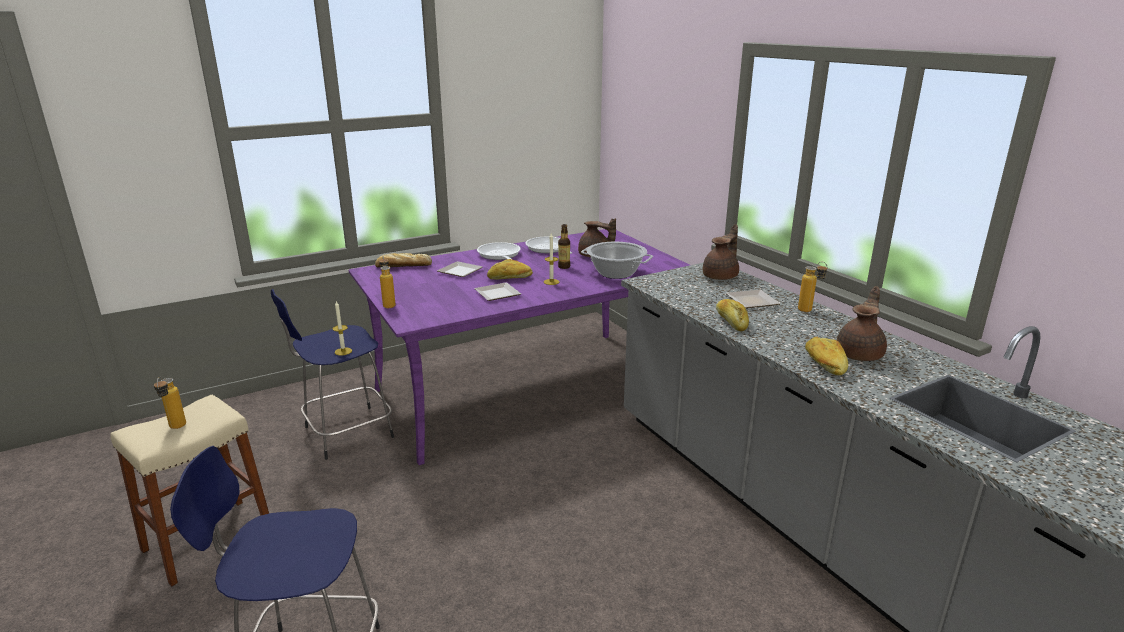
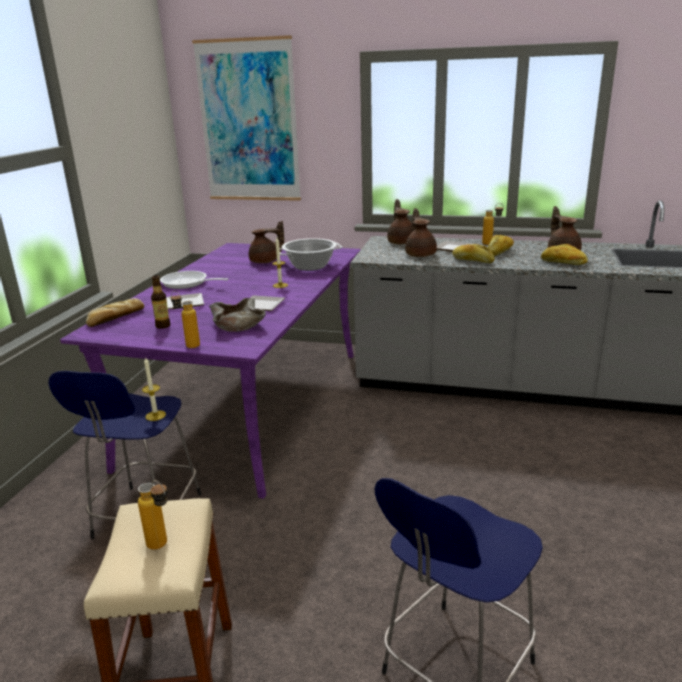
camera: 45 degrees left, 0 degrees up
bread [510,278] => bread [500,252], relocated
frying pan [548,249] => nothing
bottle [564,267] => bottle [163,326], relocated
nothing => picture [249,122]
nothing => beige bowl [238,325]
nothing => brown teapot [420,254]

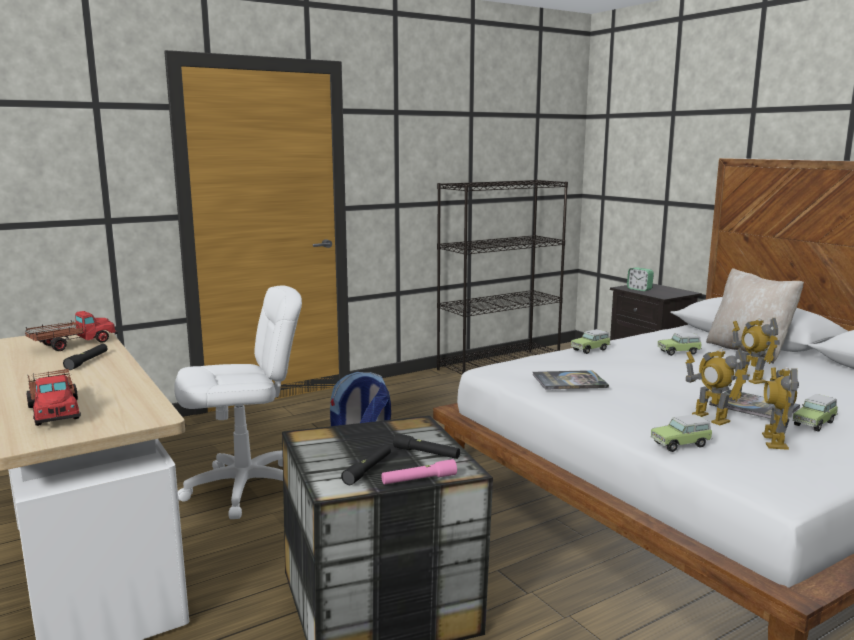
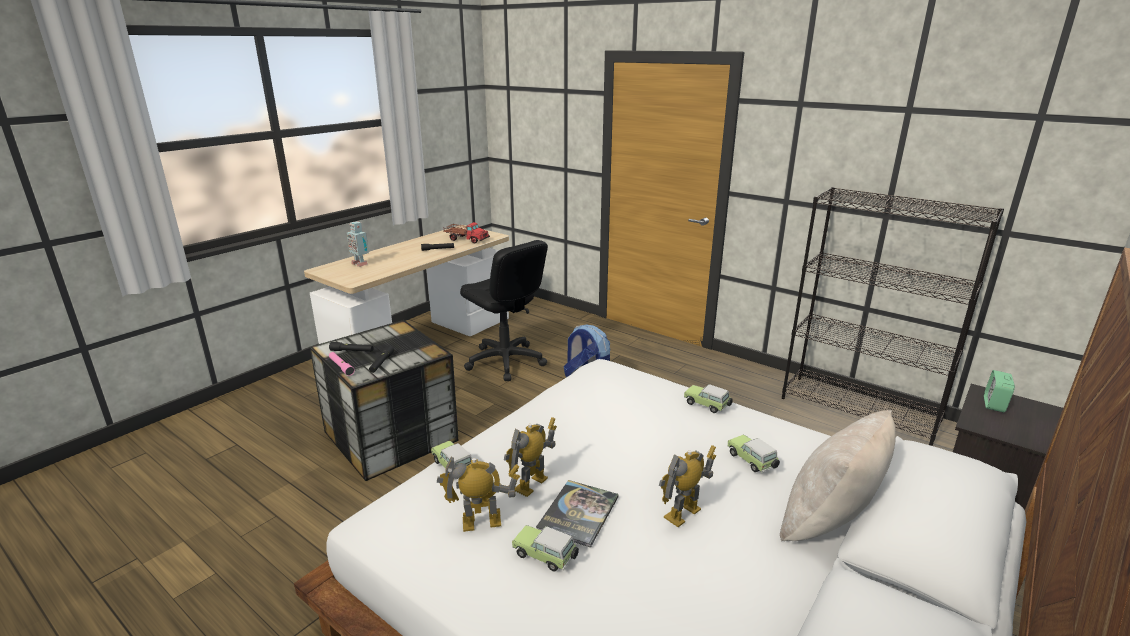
camera: 70 degrees right, 10 degrees up
toy truck [55,410] => toy robot [360,264]
white office chair [245,488] => black office chair [505,361]
book [569,381] => nothing

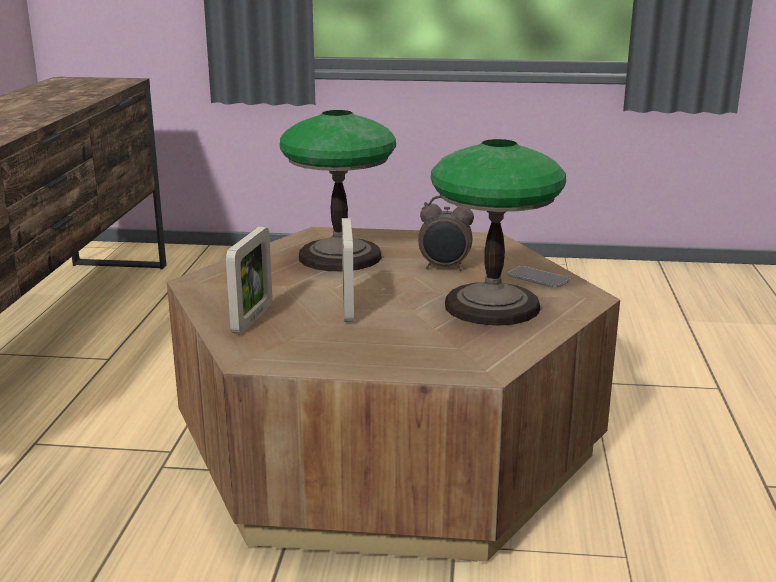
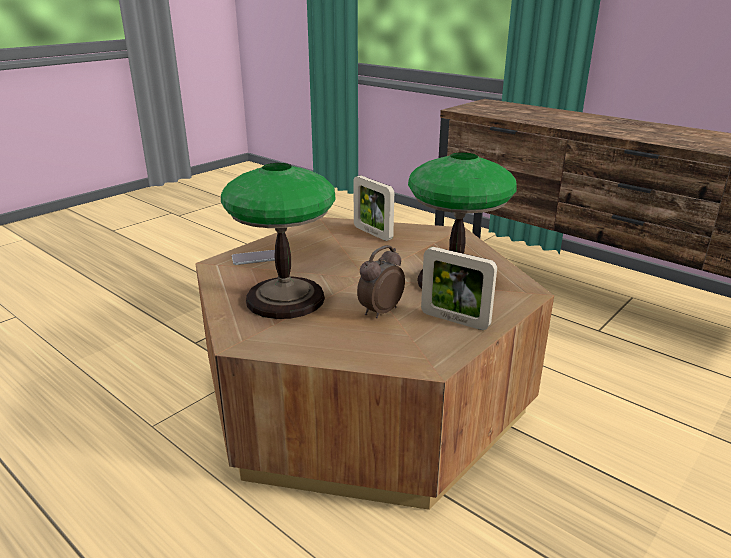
camera: 125 degrees right, 5 degrees up
picture frame [348,307] => picture frame [454,320], relocated
phone [538,278] => phone [255,258], relocated

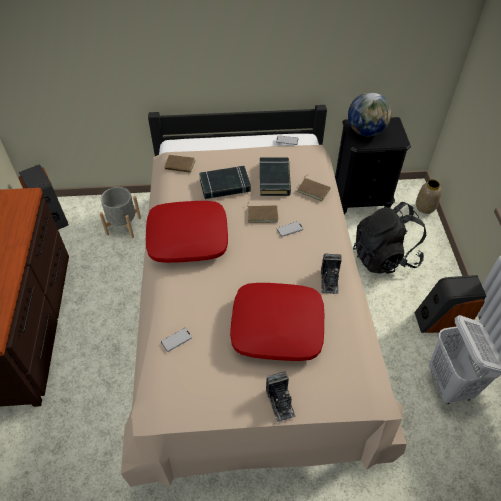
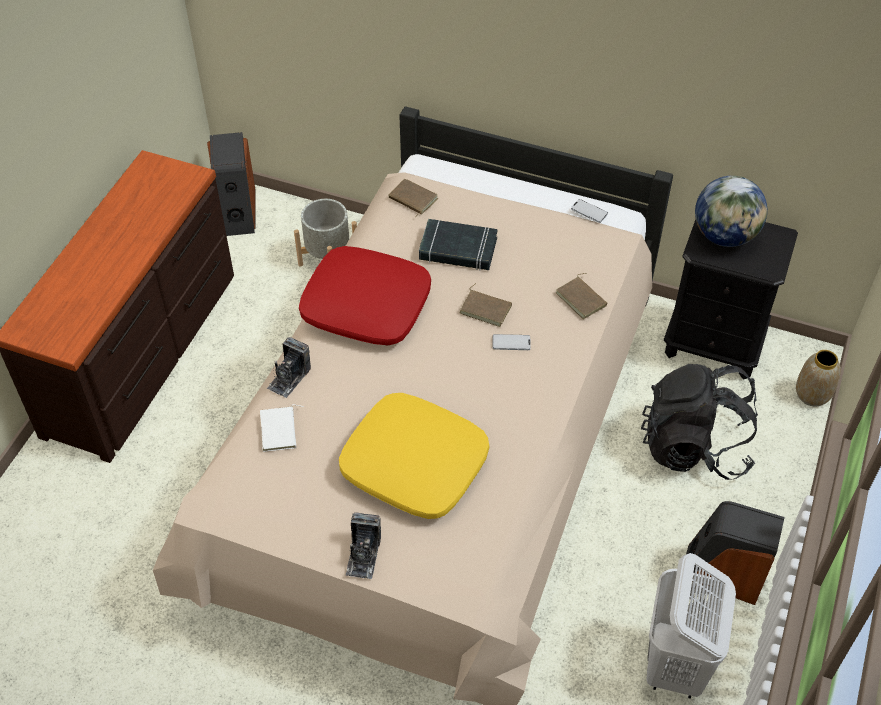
camera: 25 degrees right, 0 degrees up
phone [176,340] => white book [280,431]
red pillow [277,326] => yellow pillow [415,464]
black book [274,179] => nothing
photo camera [329,281] => photo camera [289,378], relocated

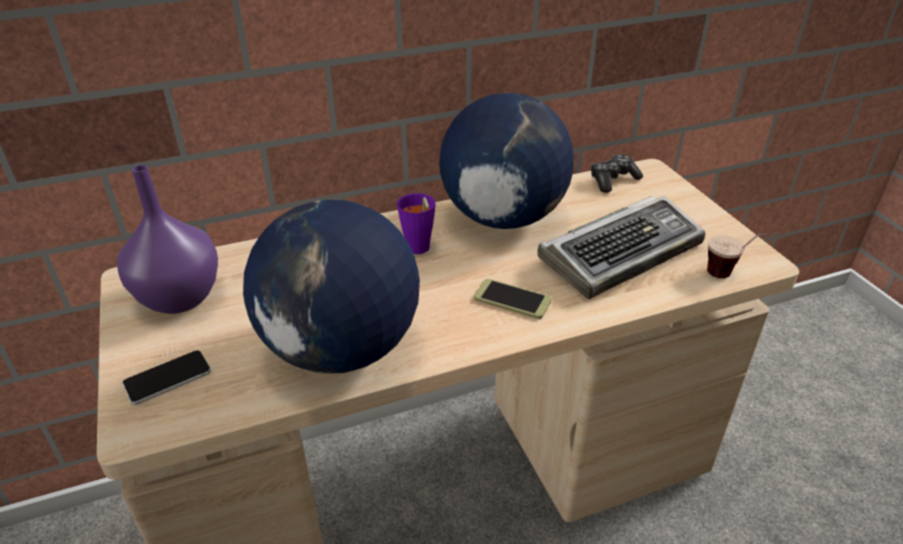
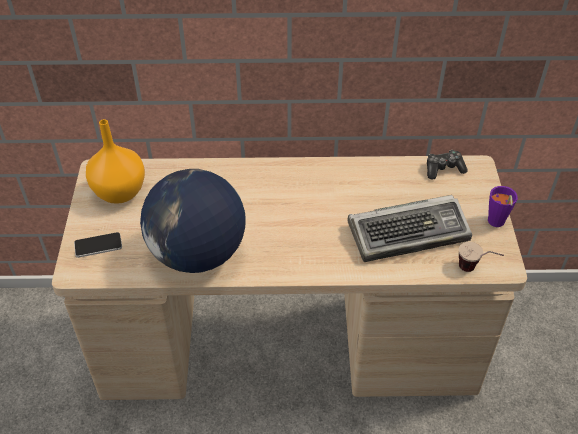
camera: 20 degrees right, 10 degrees up
purple vase [177,298] => orange vase [118,192]
purple cup [418,250] => purple cup [496,224], relocated
globe [502,217] => nothing
phone [512,300] => nothing

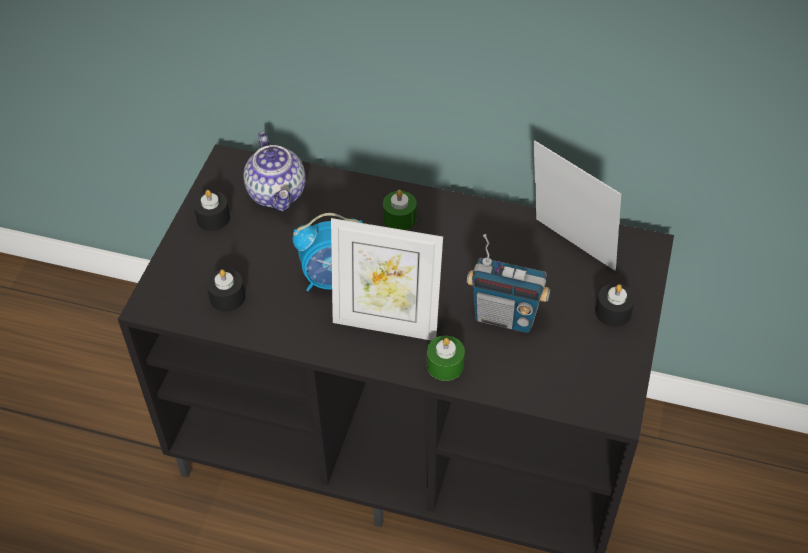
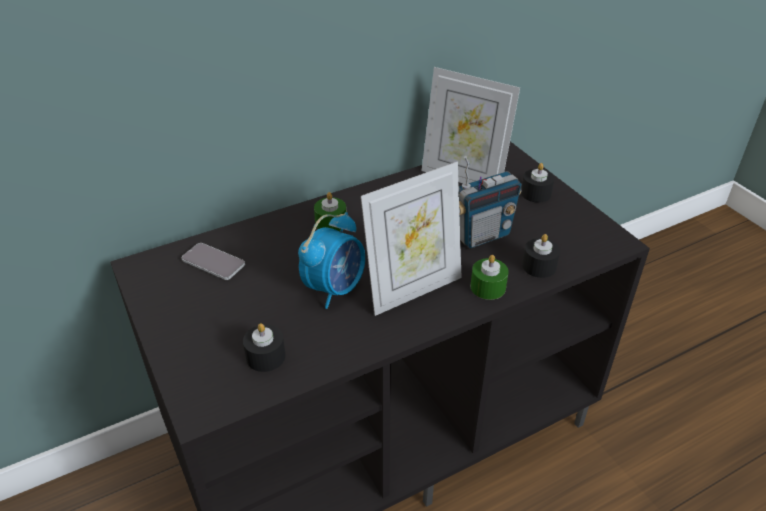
camera: 45 degrees left, 10 degrees down
black candle [213,218] => black candle [539,266], relocated
teapot [278,193] => phone [213,262]
picture frame [568,249] => picture frame [463,178], 150 degrees counterclockwise

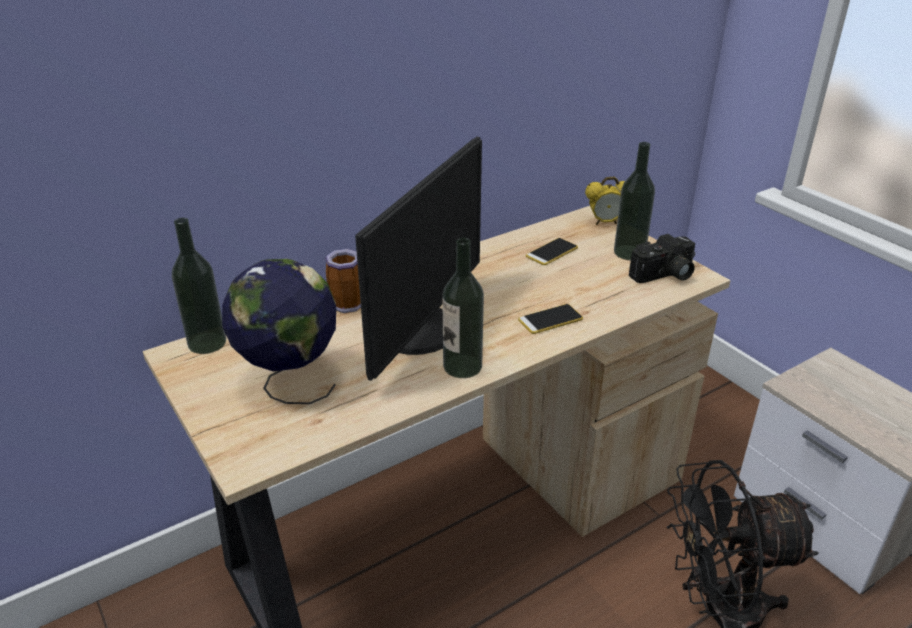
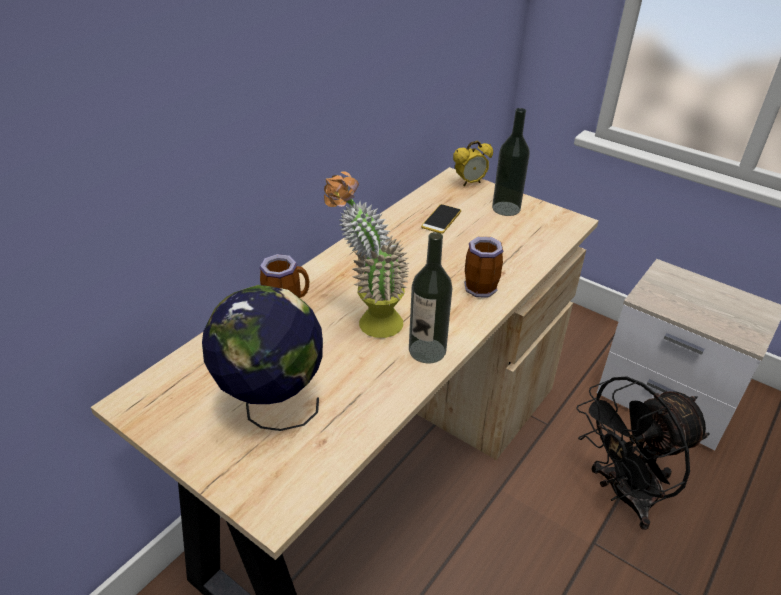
camera: 20 degrees left, 5 degrees up
bottle [207,343] => nothing
monitor [420,331] => potted plant [368,322]
phone [550,319] => mug [477,286]
photo camera [664,275] => nothing

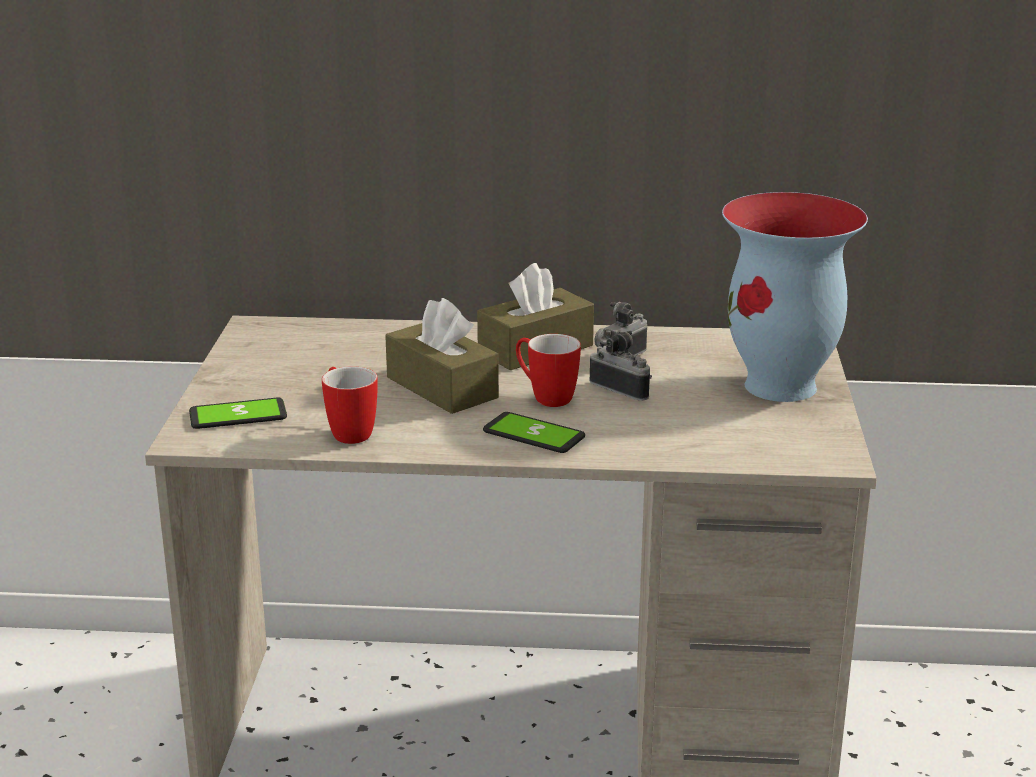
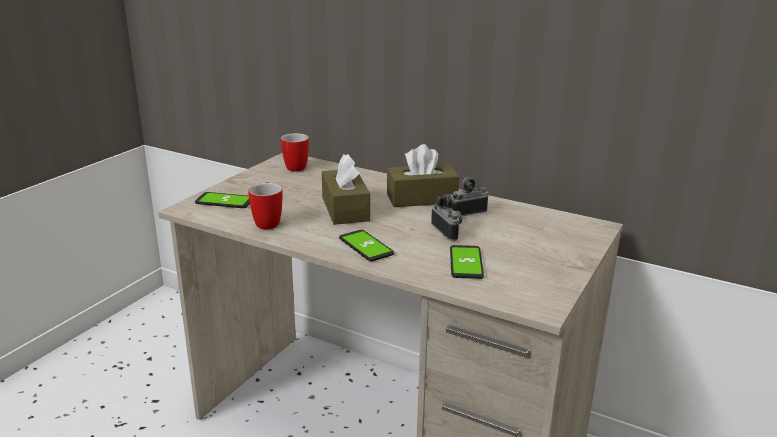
camera: 25 degrees right, 0 degrees up
mug [545,397] => mug [294,166], relocated
vase [783,387] => nothing
nothing => phone [466,263]

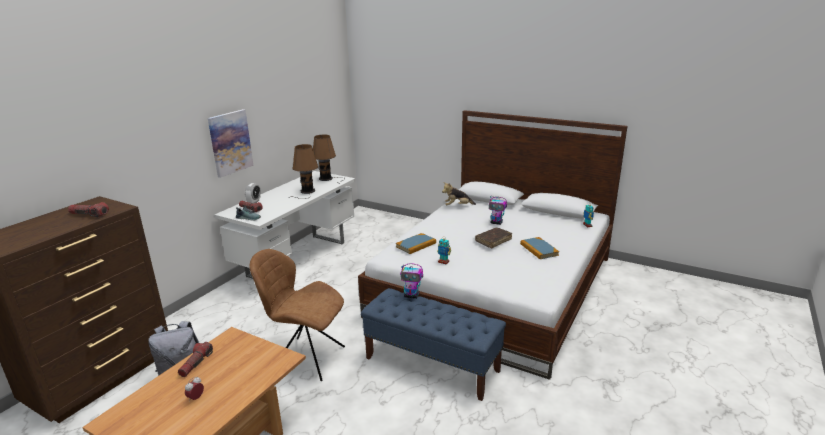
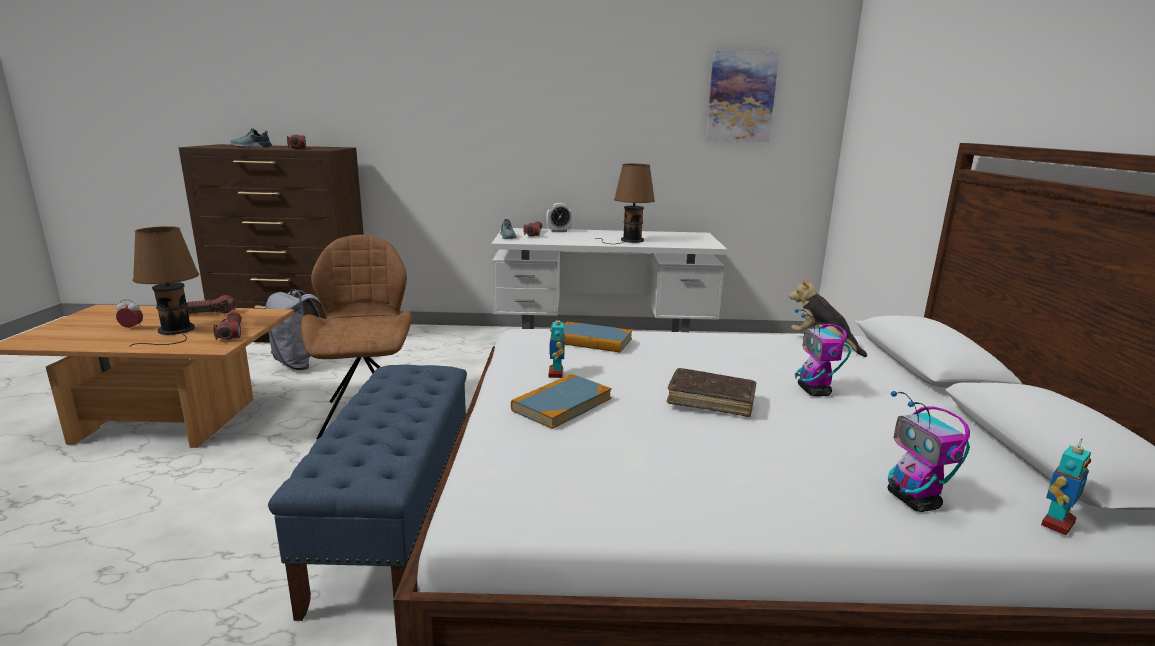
camera: 60 degrees right, 5 degrees down
picture [230,142] => picture [741,97], relocated
brown table lamp [327,179] => brown table lamp [175,331], relocated
toy robot [412,296] => toy robot [914,501], relocated
book [539,249] => book [562,404], relocated
nothing => flashlight [231,333]
nothing => shoe [251,147]

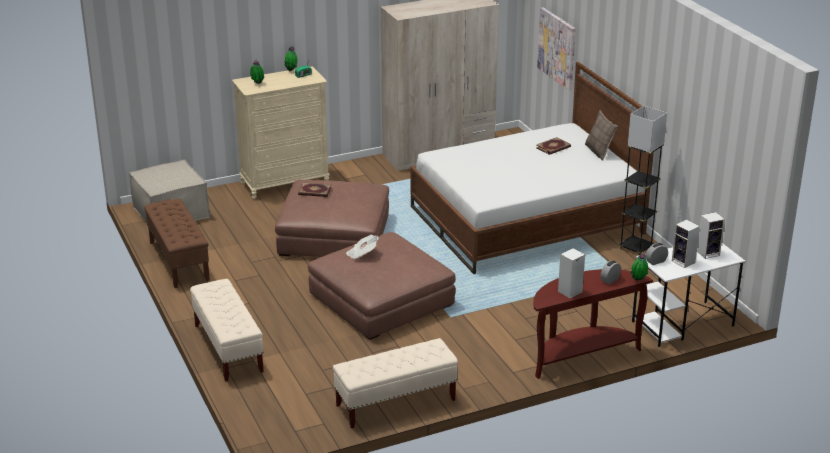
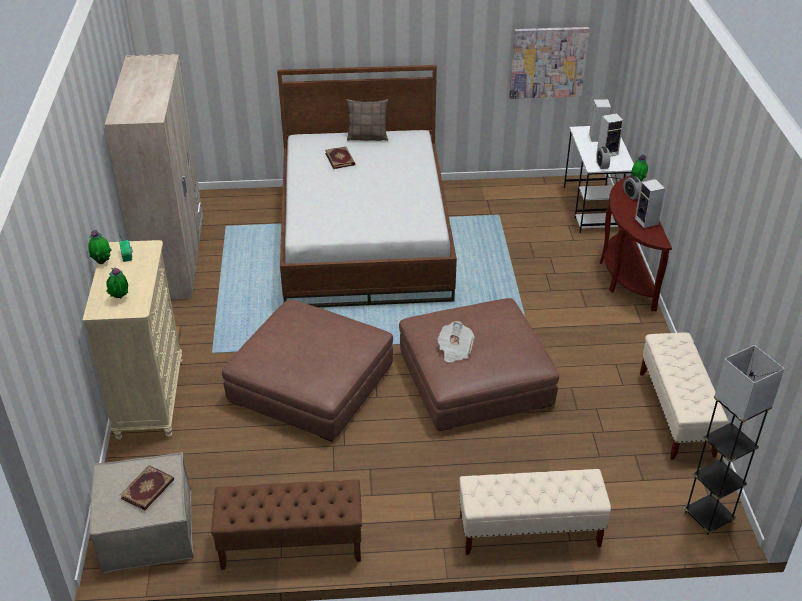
camera: 70 degrees left, 10 degrees up
book [314,191] => book [148,489], relocated
picture [557,48] => picture [548,62], relocated
grey floor lamp [635,248] => grey floor lamp [708,517], relocated

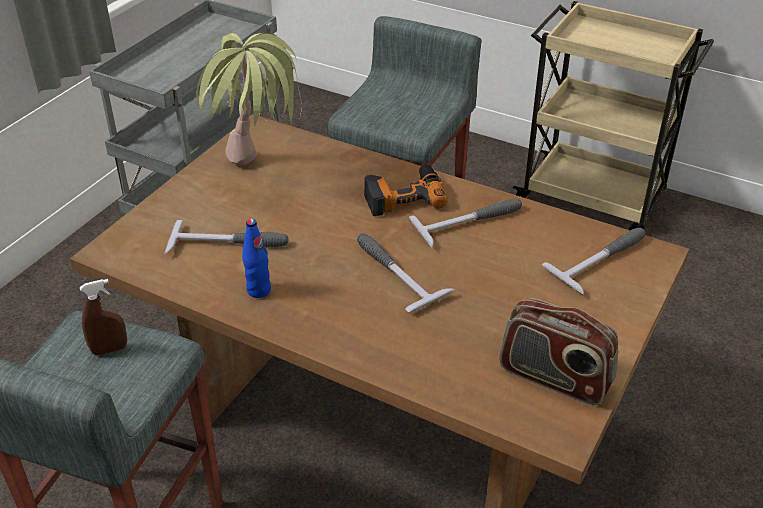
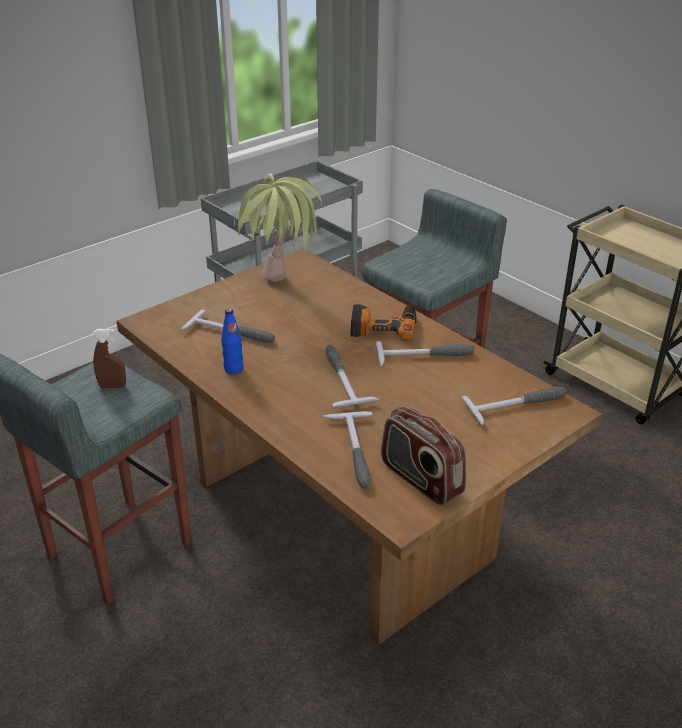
camera: 20 degrees right, 5 degrees down
nothing => hammer [354,452]

